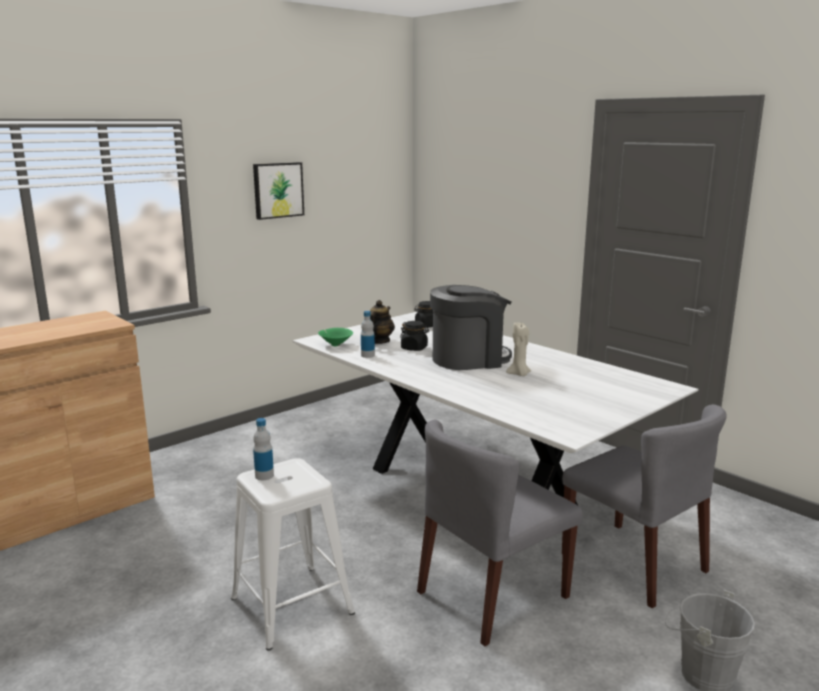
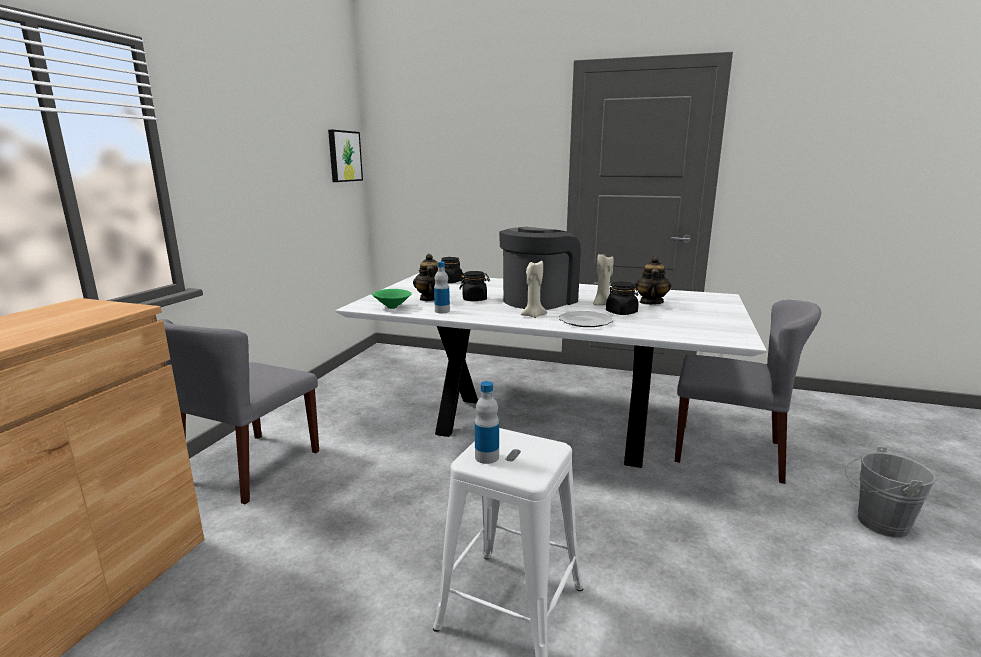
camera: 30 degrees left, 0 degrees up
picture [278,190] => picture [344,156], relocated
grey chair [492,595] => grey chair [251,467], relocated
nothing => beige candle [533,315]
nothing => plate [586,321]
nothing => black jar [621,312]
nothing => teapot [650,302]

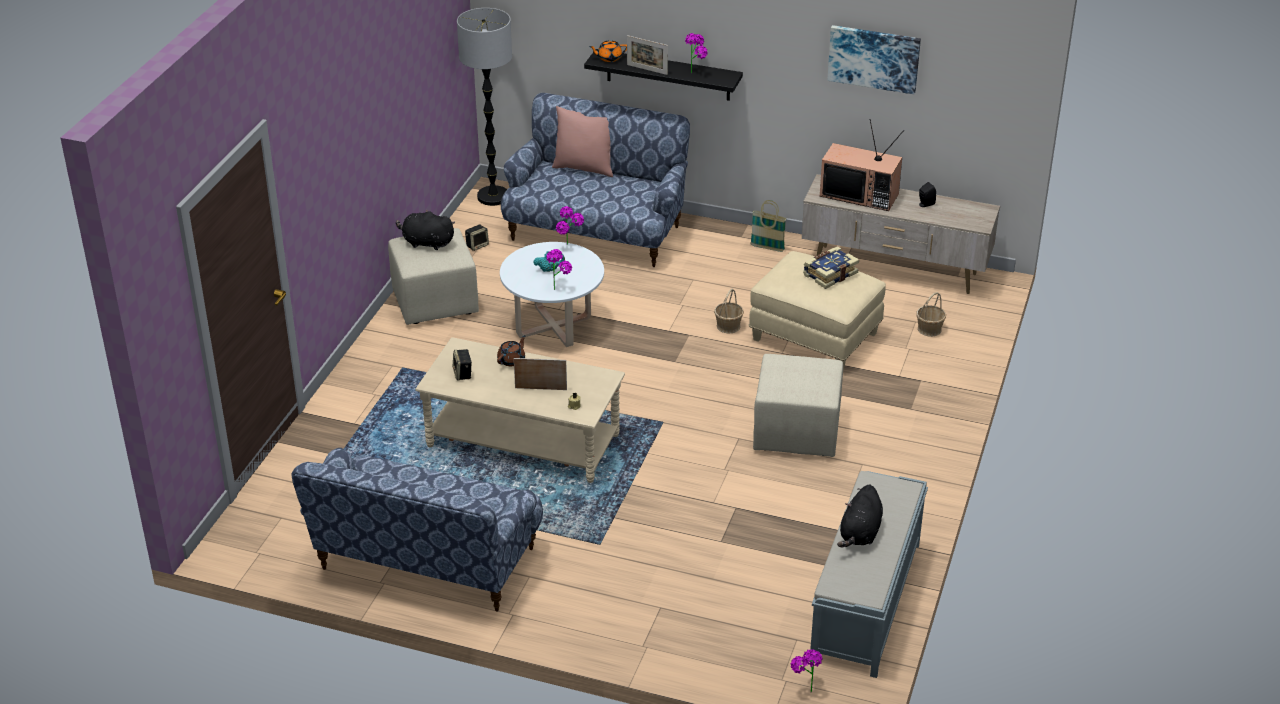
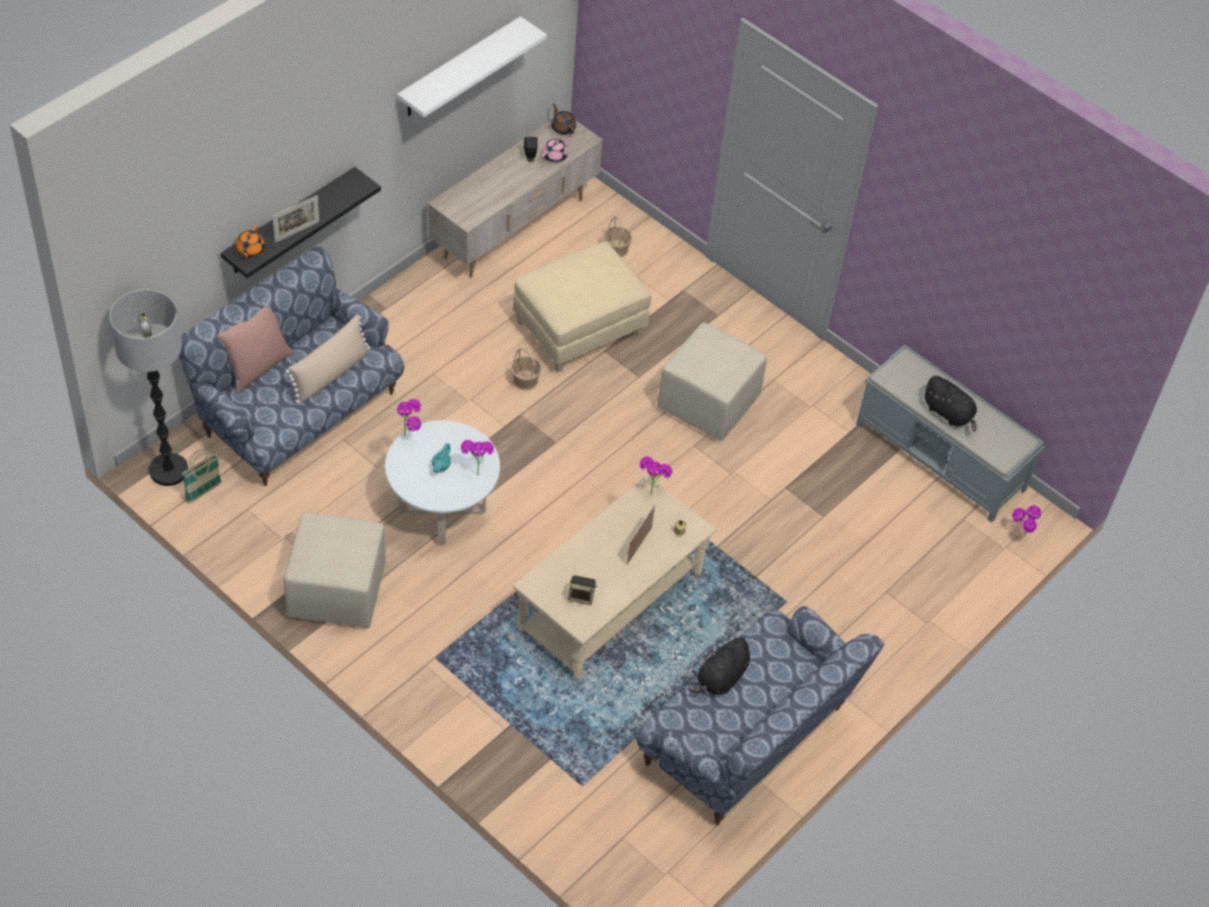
camera: 70 degrees left, 15 degrees up
black plush toy [426,243] => black plush toy [721,678], relocated
speaker [477,245] => nothing
brown teapot [512,360] => brown teapot [563,128], relocated
potted plant [696,72] => potted plant [651,489], relocated
basket [767,248] => basket [203,492], relocated
book [829,274] => nothing
television [860,194] => nothing
picture [874,58] => white shelf [459,68]
nothing => beige pillow [331,374]
nothing => pink teapot [555,156]

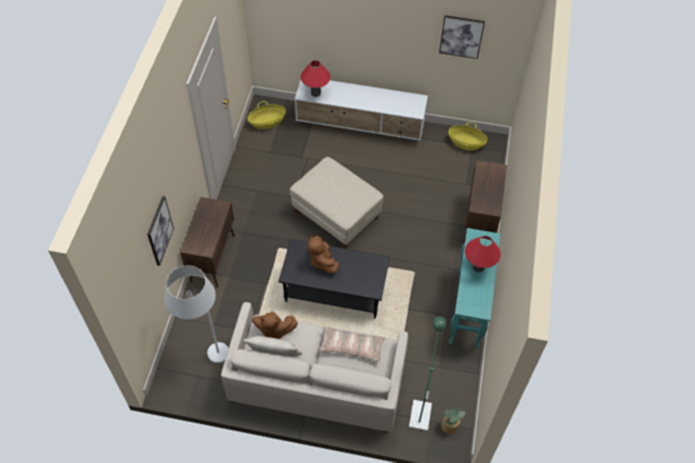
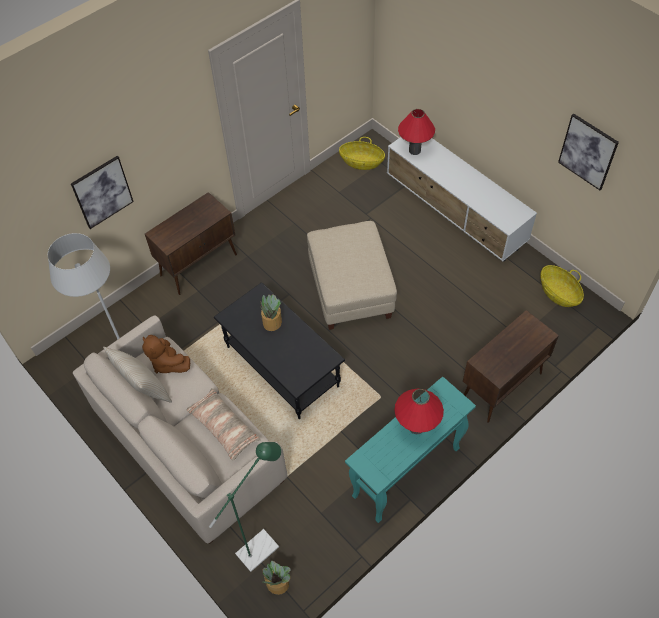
camera: 40 degrees right, 0 degrees up
brown plush toy [322,261] => potted plant [272,322]

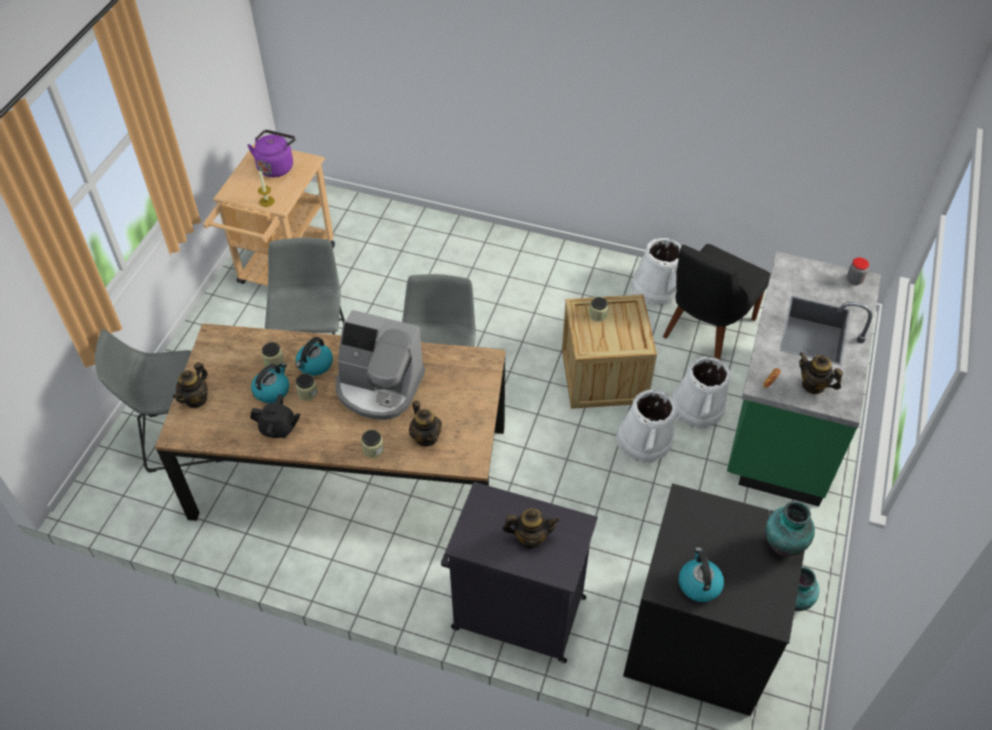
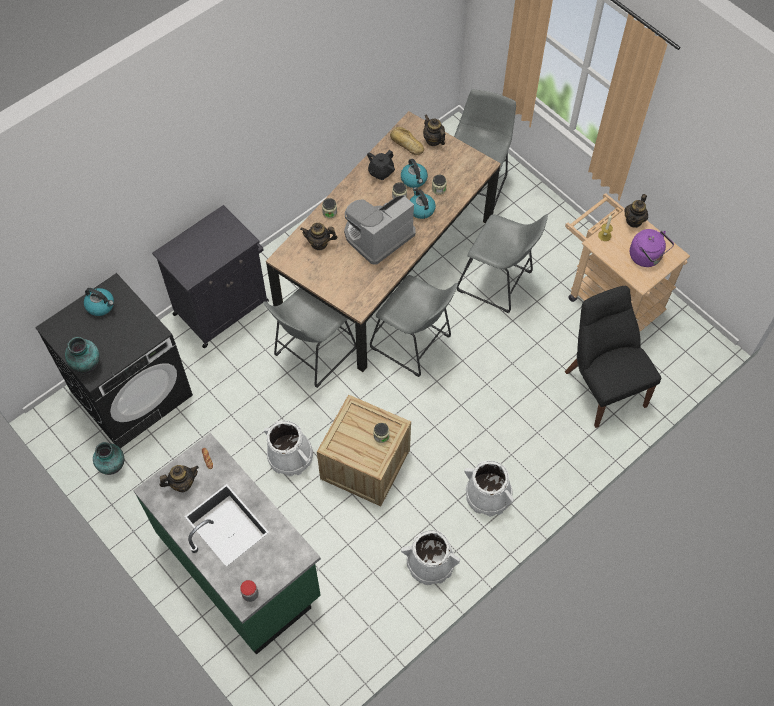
camera: 120 degrees right, 10 degrees up
teapot [530,537] => teapot [634,220], relocated
black chair [706,330] => black chair [603,385], relocated
white bucket [697,407] => white bucket [488,495], relocated
nothing => grey stool [311,354]
nothing => bread [406,144]

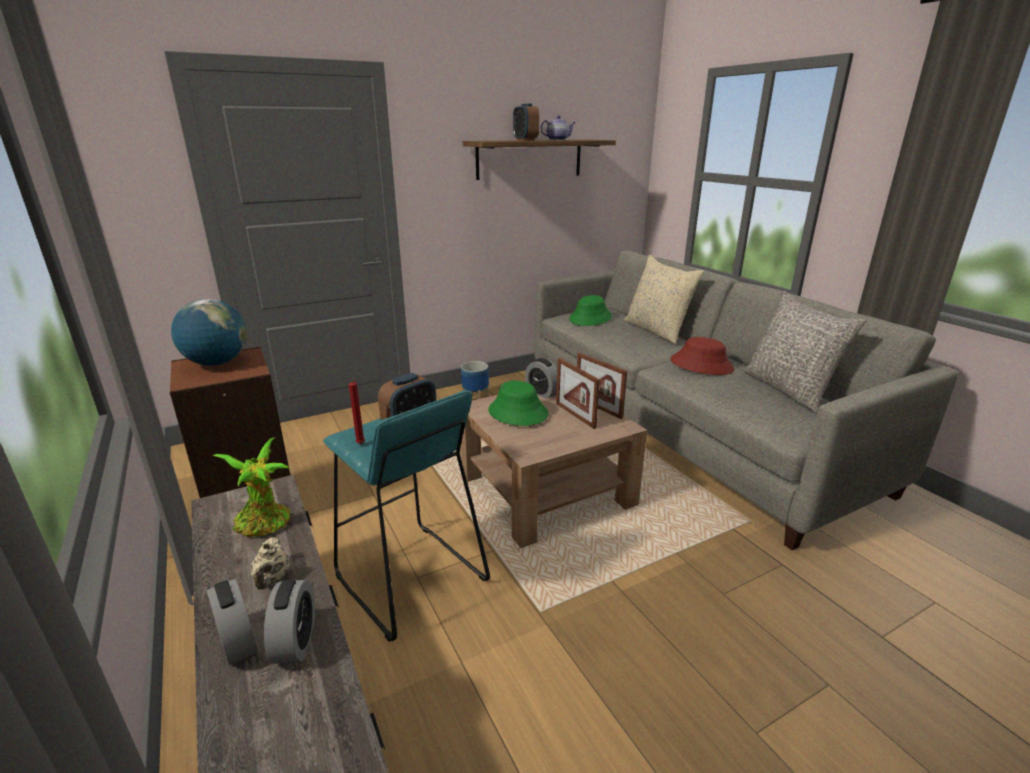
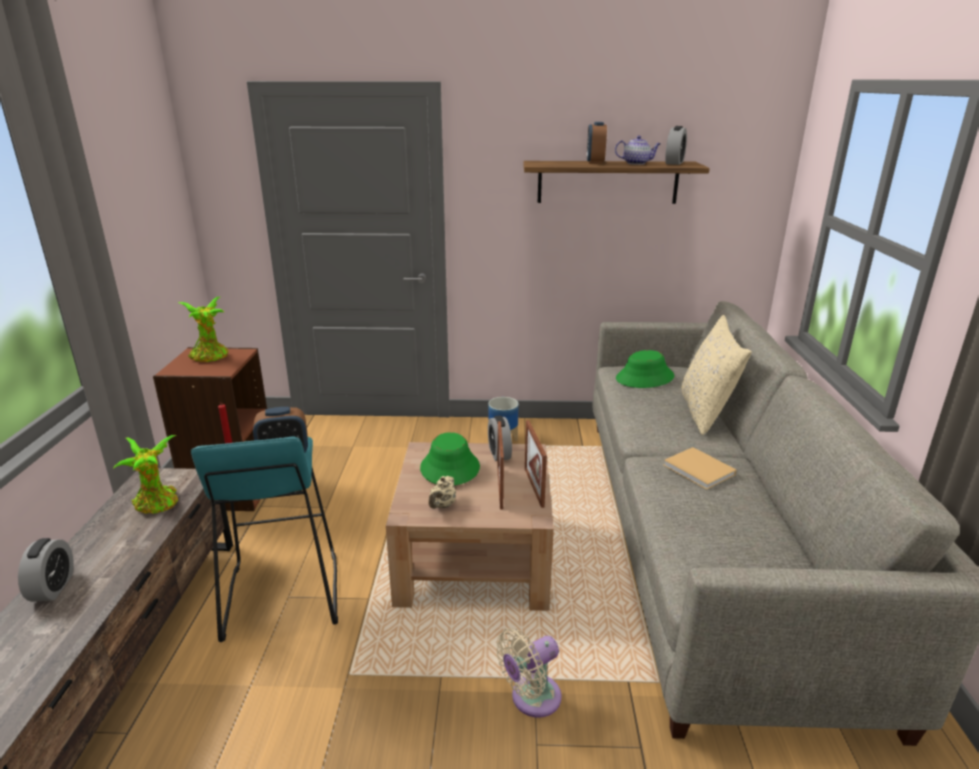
camera: 30 degrees right, 0 degrees up
globe [217,363] => potted plant [211,357]
beige teapot [272,579] => beige teapot [442,505], relocated
alarm clock [296,641] => alarm clock [674,163], relocated
red hat [701,365] => beige book [700,471]
grey pillow [788,390] => nothing
nothing => beige fan [531,698]

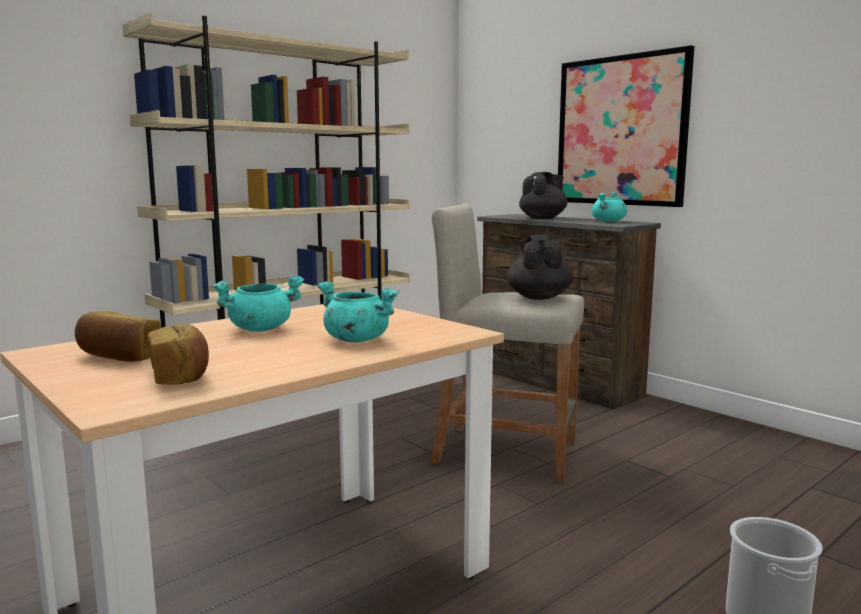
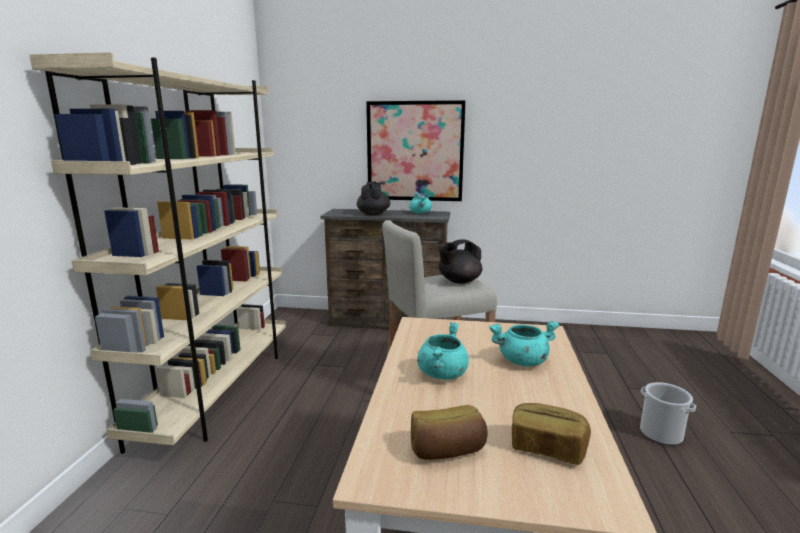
camera: 40 degrees left, 5 degrees up
black teapot [538,297] => black teapot [459,281], 75 degrees counterclockwise

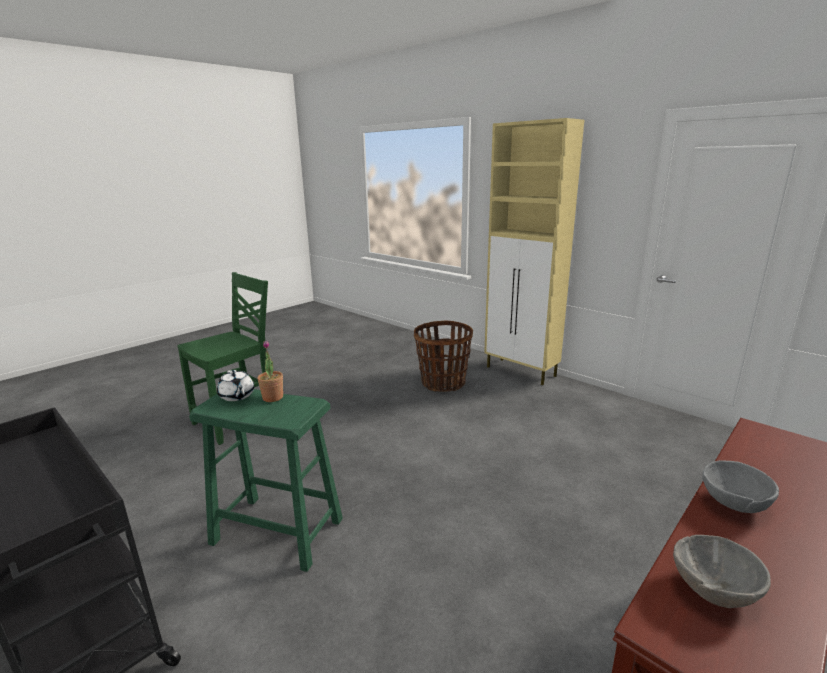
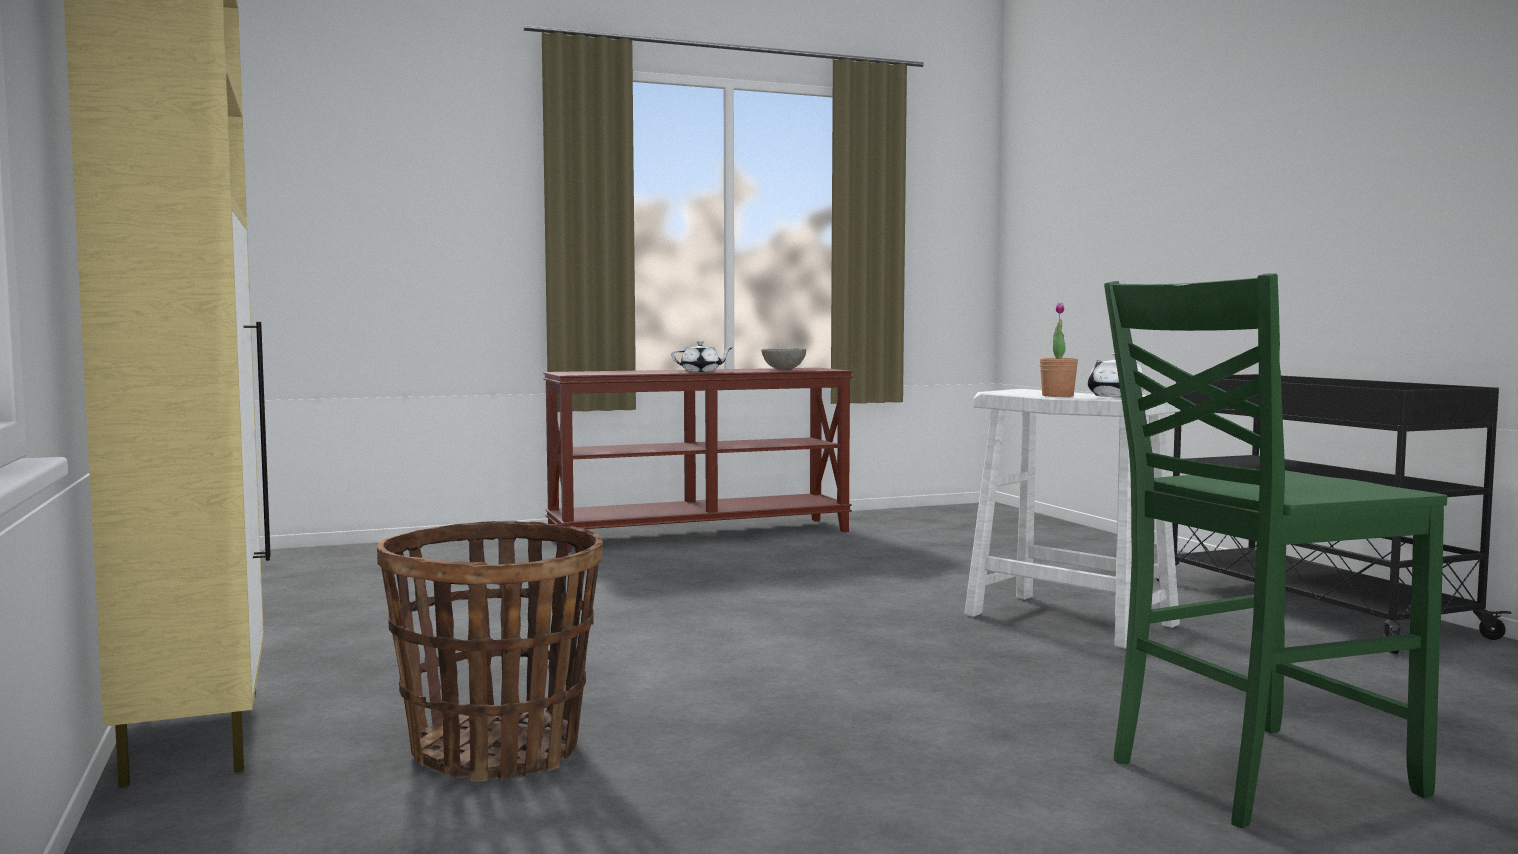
camera: 155 degrees left, 15 degrees down
green stool [276,531] => white stool [1071,620]
grey bowl [734,504] => white teapot [701,371]

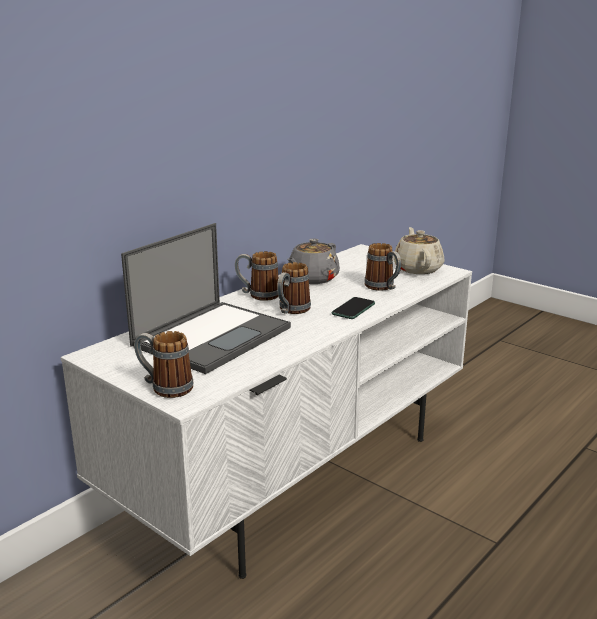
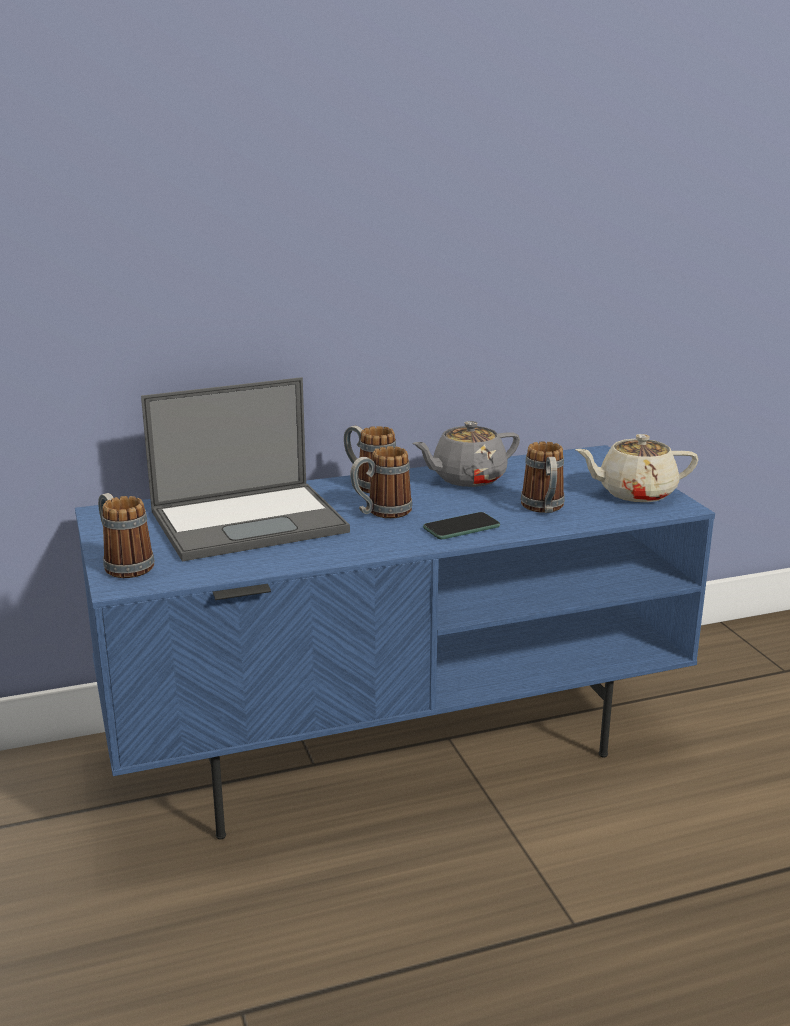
camera: 30 degrees right, 0 degrees up
white tv stand [295,472] => blue tv stand [395,742]
beige teapot [417,268] => beige teapot [635,493], 120 degrees counterclockwise

